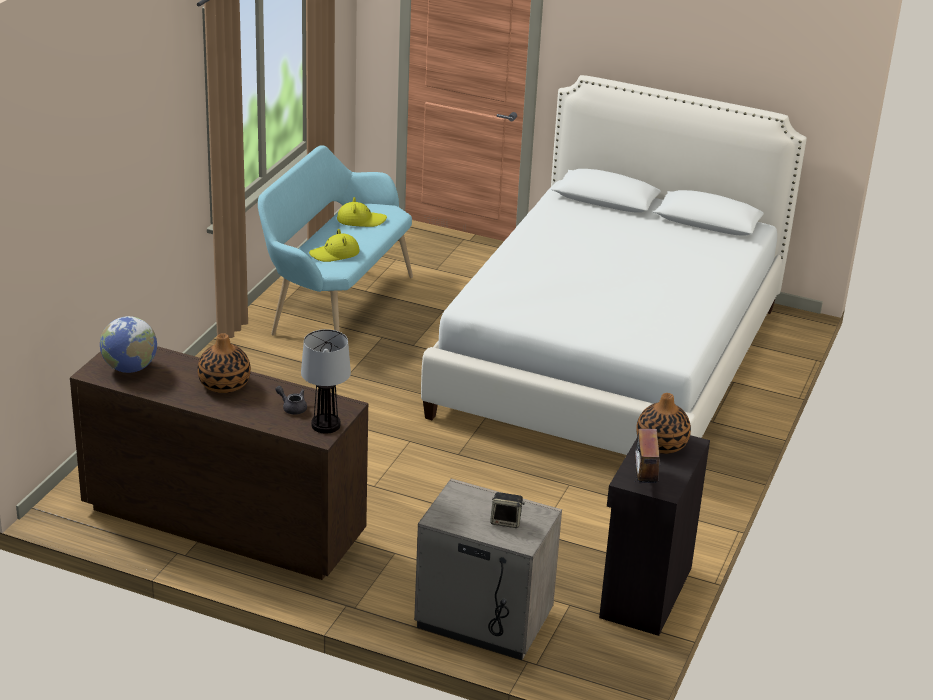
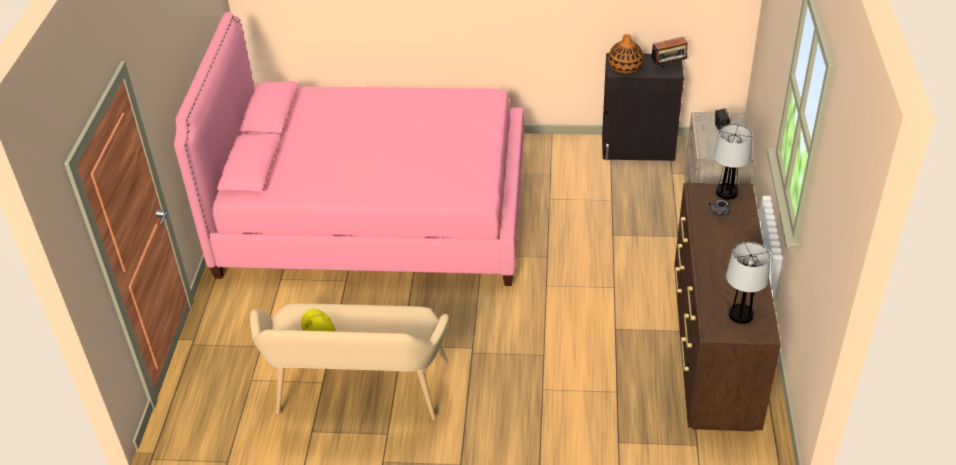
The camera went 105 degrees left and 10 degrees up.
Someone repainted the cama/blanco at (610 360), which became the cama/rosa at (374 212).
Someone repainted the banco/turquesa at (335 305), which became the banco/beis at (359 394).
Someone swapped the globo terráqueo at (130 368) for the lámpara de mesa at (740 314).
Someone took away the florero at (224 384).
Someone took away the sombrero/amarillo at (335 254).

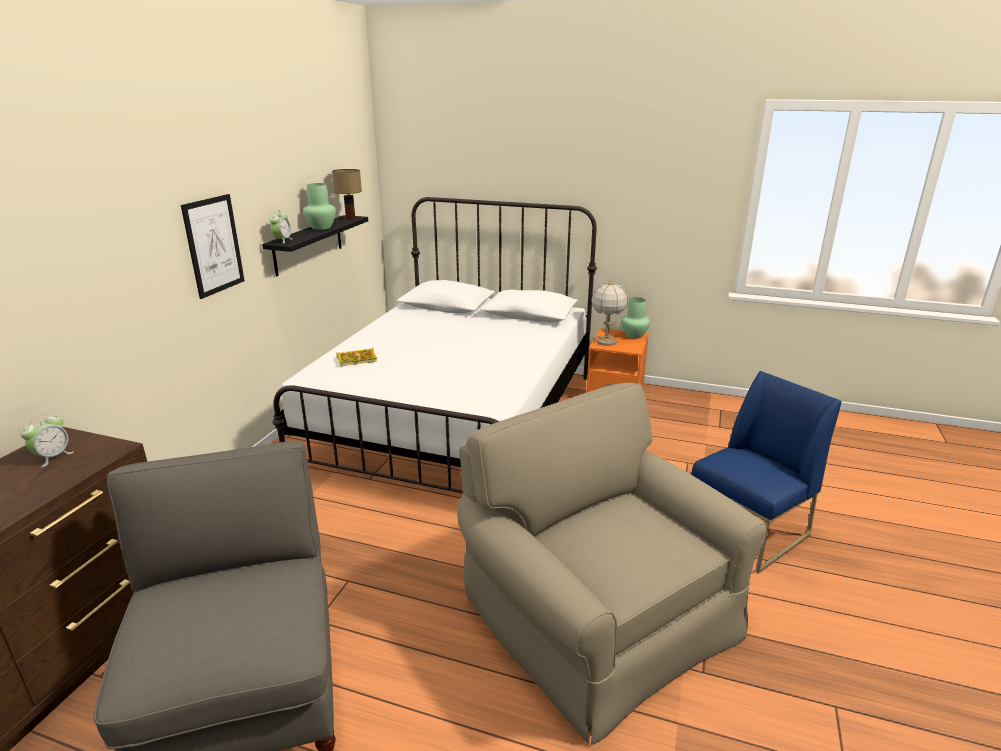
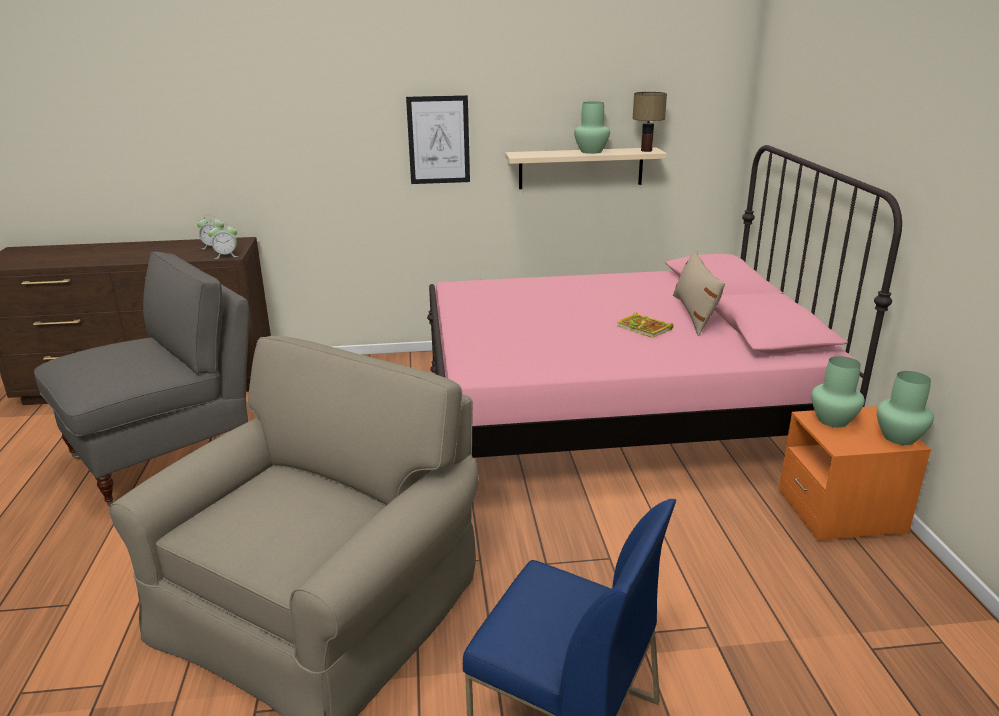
The camera went 65 degrees right and 0 degrees up.
Someone carried the despertador from (282 240) to (226 256).
Someone repainted the cama/blanco at (456 419), which became the cama/rosa at (614 417).
Someone repainted the estante/negro at (308 244), which became the estante/beis at (581 168).
Someone carried the libro from (358 359) to (645 328).
Someone put down the cojín/beis at (694 314).
Someone swapped the lámpara de mesa at (606 342) for the florero/verde at (834 420).

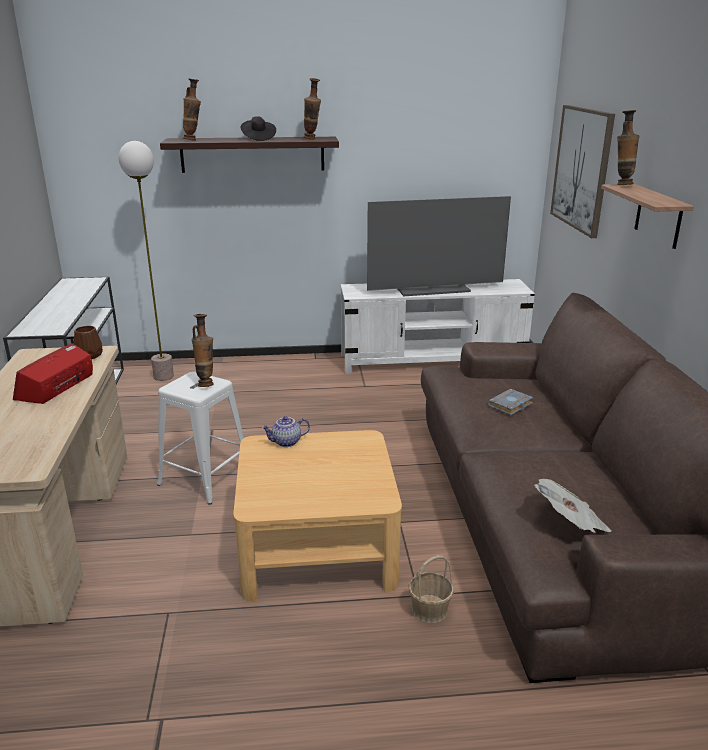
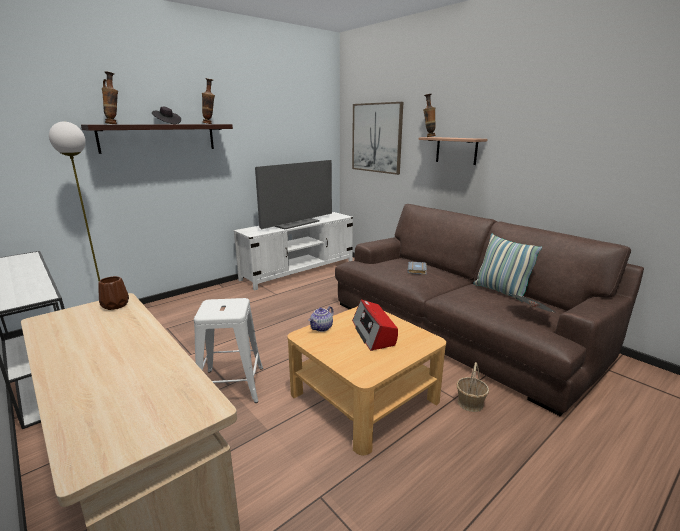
The camera went 35 degrees left and 5 degrees down.
Someone carried the radio from (56 387) to (374 333).
Someone put down the cojín at (500 291).
Someone took away the florero at (206 383).

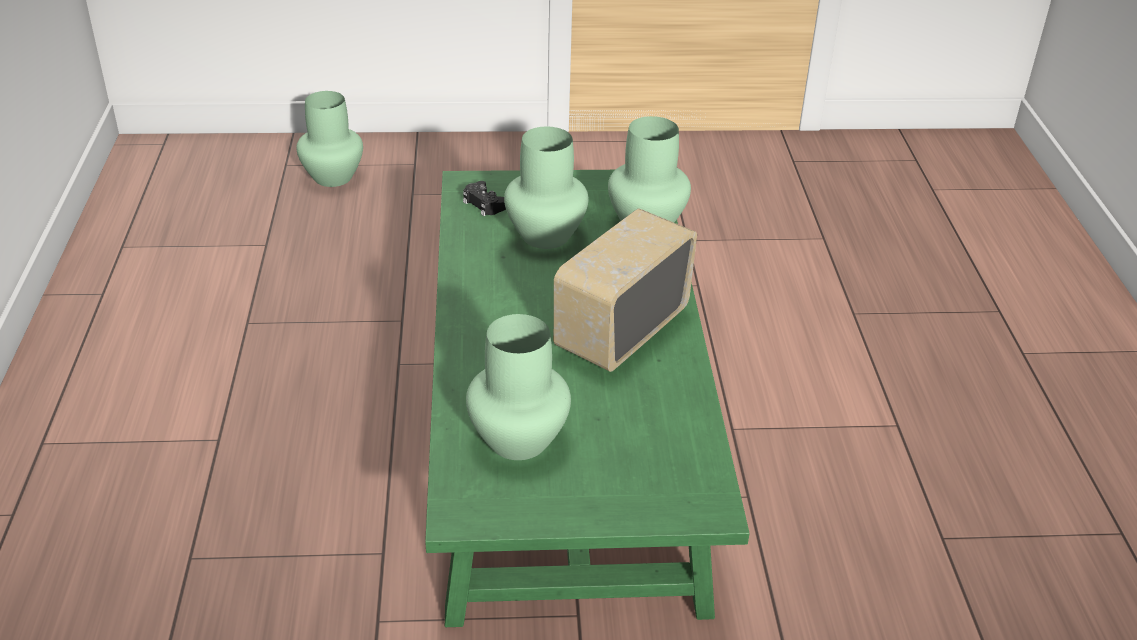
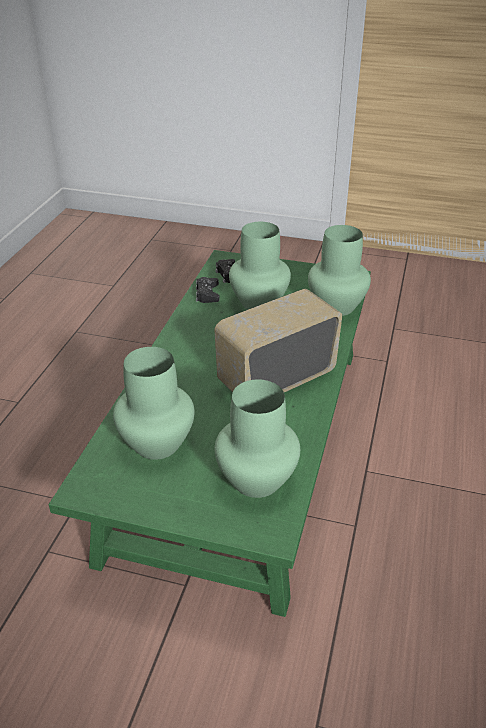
The camera went 20 degrees right and 0 degrees up.
Someone put down the mando de consola/negro at (207 294).
Someone carried the florero/verde from (333 176) to (257 479).

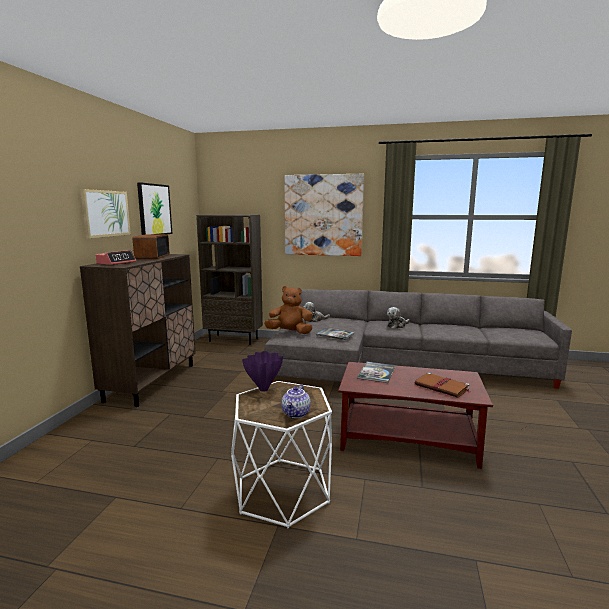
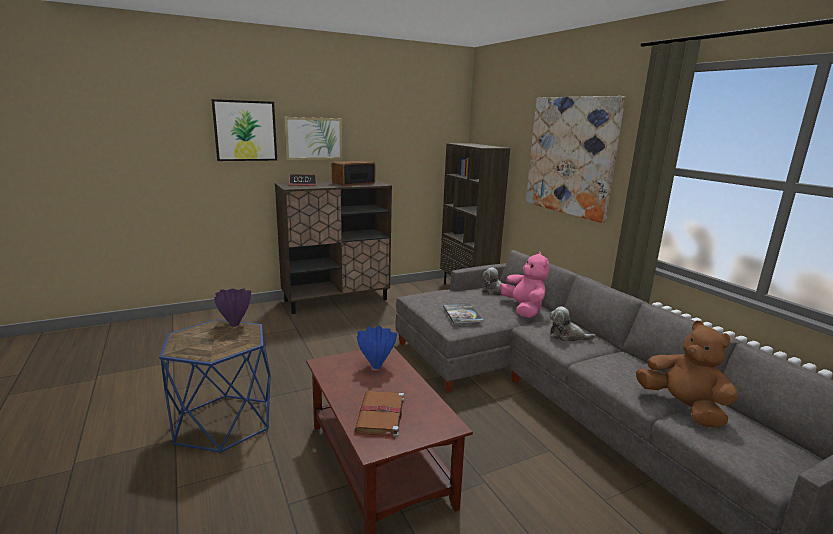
The camera went 50 degrees right and 5 degrees up.
Someone repainted the mesa auxiliar/blanco at (283 491), which became the mesa auxiliar/azul at (223 423).
Someone carried the cuadro from (154 209) to (245 131).
Someone swapped the libro at (376 372) for the florero/azul at (376 366).
Someone put down the peluche/rosa at (523 309).
Someone carried the peluche/marrón from (290 332) to (682 408).
Someone took away the tetera at (296 414).

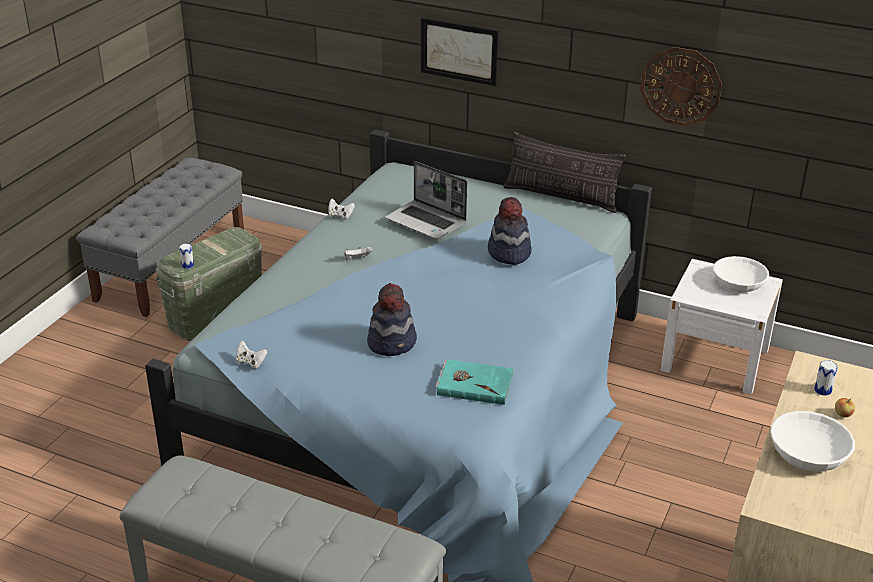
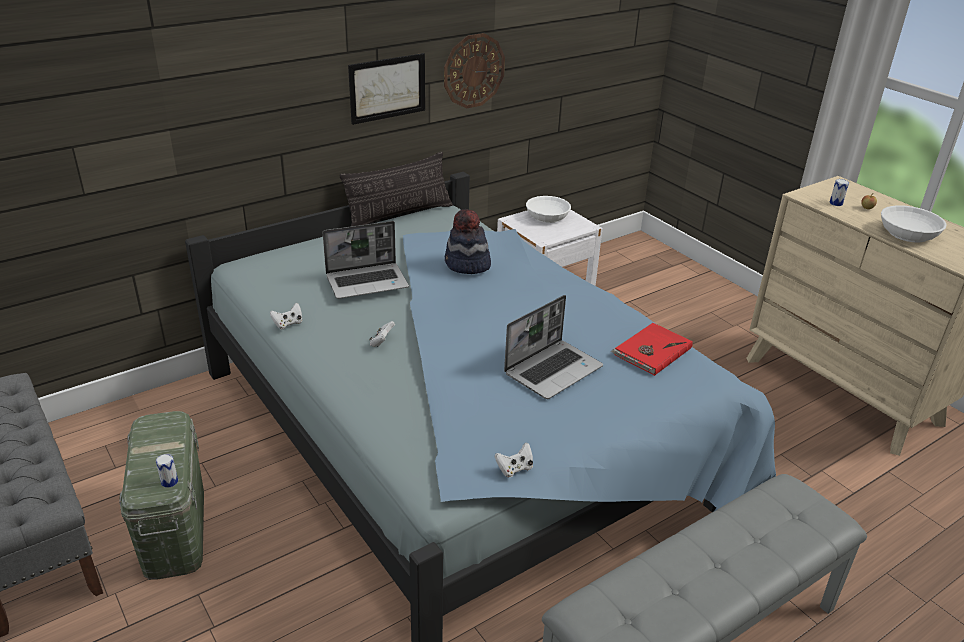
The camera went 60 degrees left and 0 degrees up.
Someone carried the cuadro from (459 51) to (387 88).
Someone swapped the sombrero at (392 342) for the portátil at (553 370).
Someone repainted the libro/turquesa at (474 384), which became the libro/rojo at (651 351).

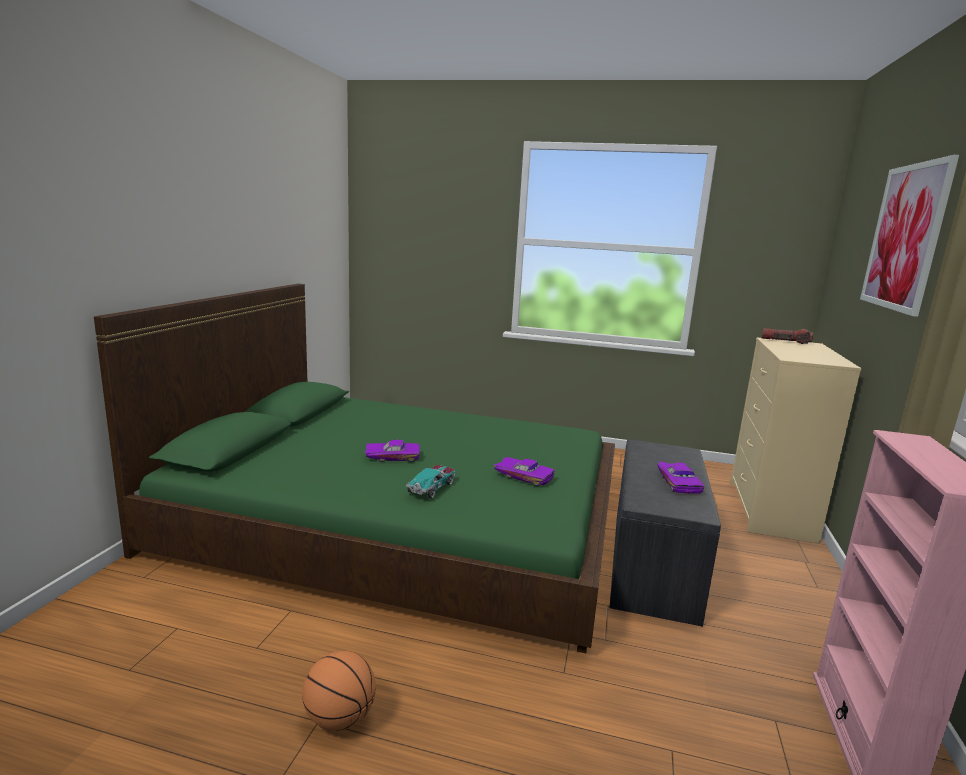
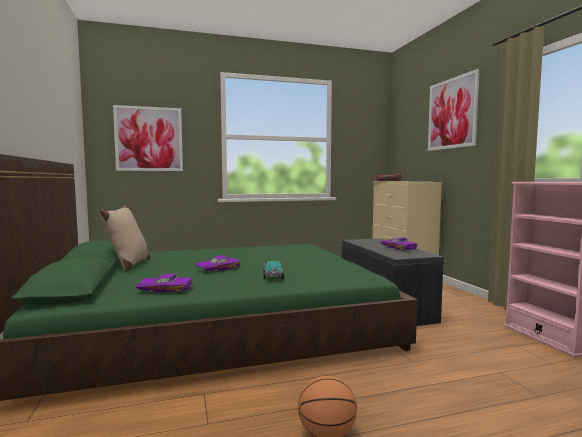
The camera went 30 degrees left and 10 degrees down.
Someone put down the cojín/beis at (128 265).
Someone put up the cuadro at (149 139).
Someone carried the coche de juguete/morado from (524 476) to (165 289).

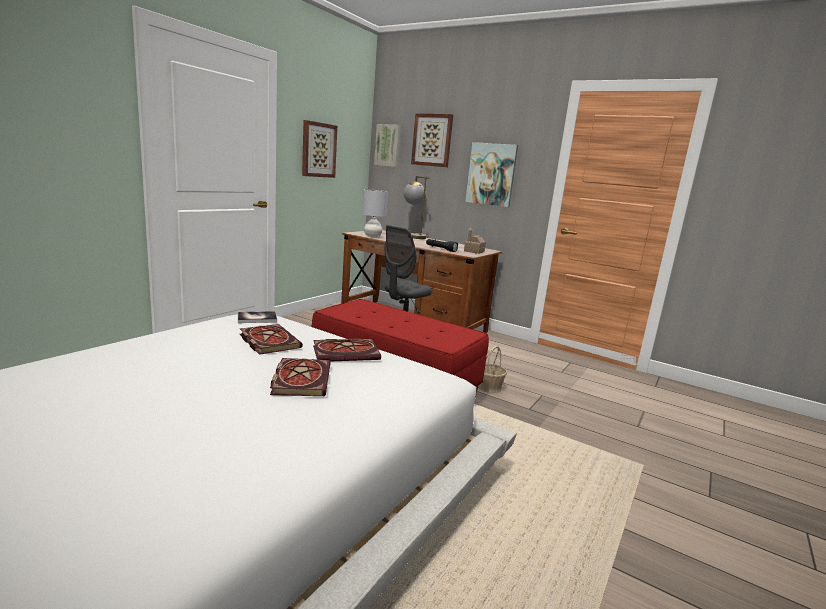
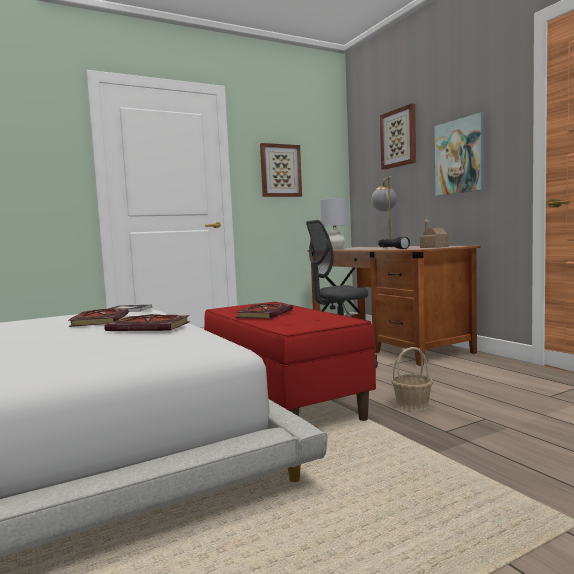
The camera went 30 degrees right and 10 degrees down.
Someone carried the libro from (300 379) to (264 314).
Someone took away the cuadro at (388 145).

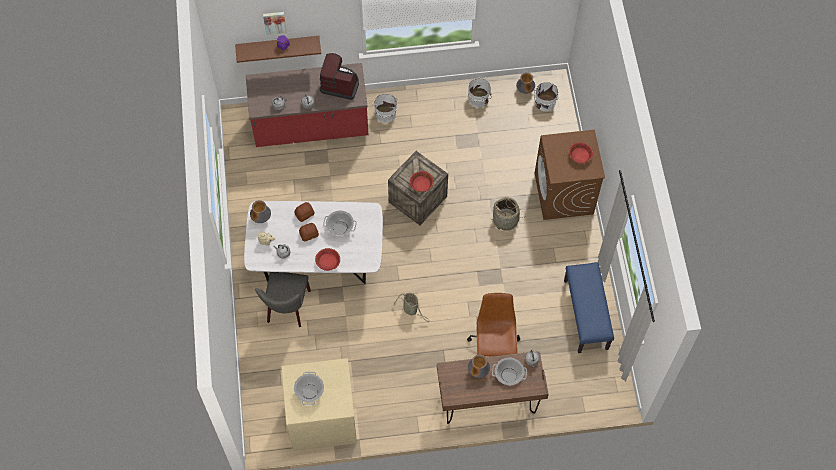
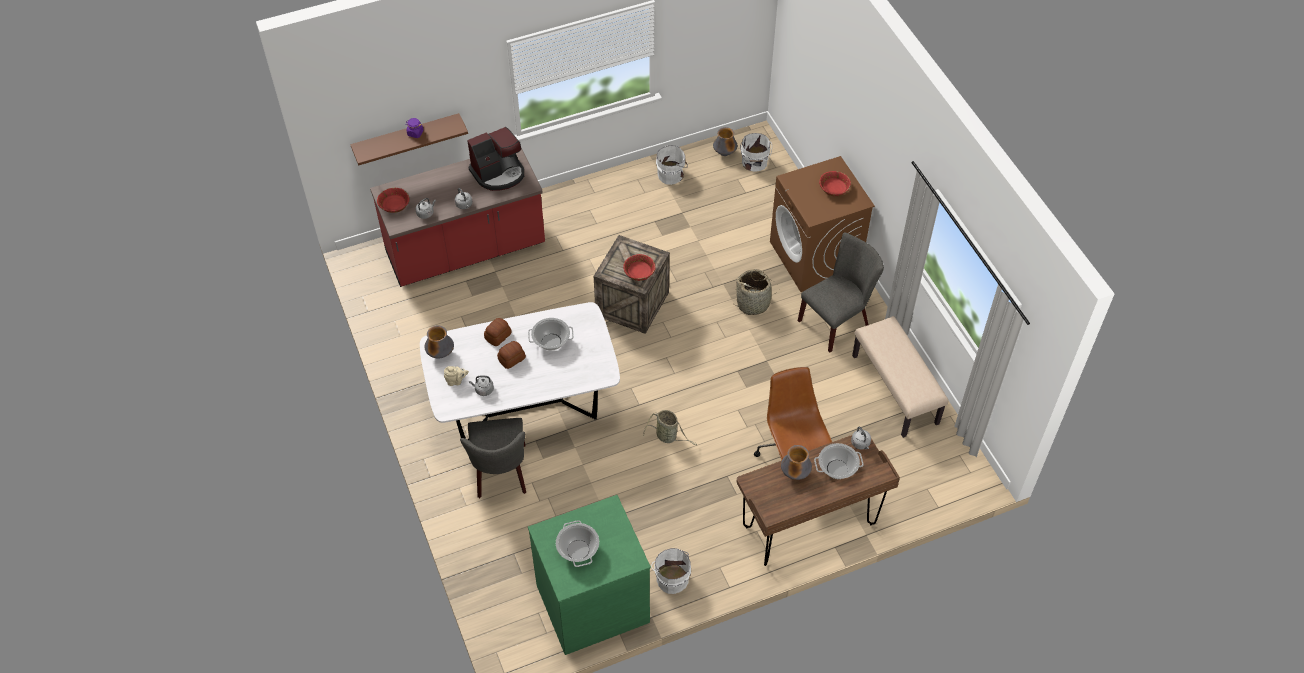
The camera went 15 degrees left and 10 degrees down.
Someone carried the cuenco/rojo from (328 262) to (394 205).
Someone rotated the cafetera at (340 84) by 150 degrees clockwise.
Someone repainted the cómoda/beis at (322 418), which became the cómoda/verde at (592 602).
Someone carried the cubo/blanco from (385 113) to (671 578).
Someone put down the silla/gris at (837 321).
Someone repainted the banco/azul at (586 314), which became the banco/beis at (895 389).
Someone took away the cuadro at (274 22).

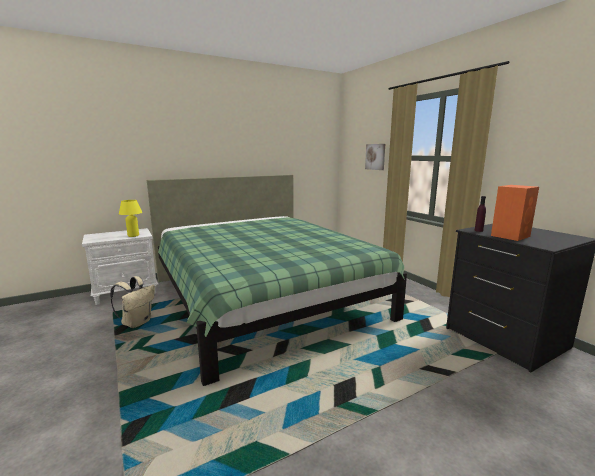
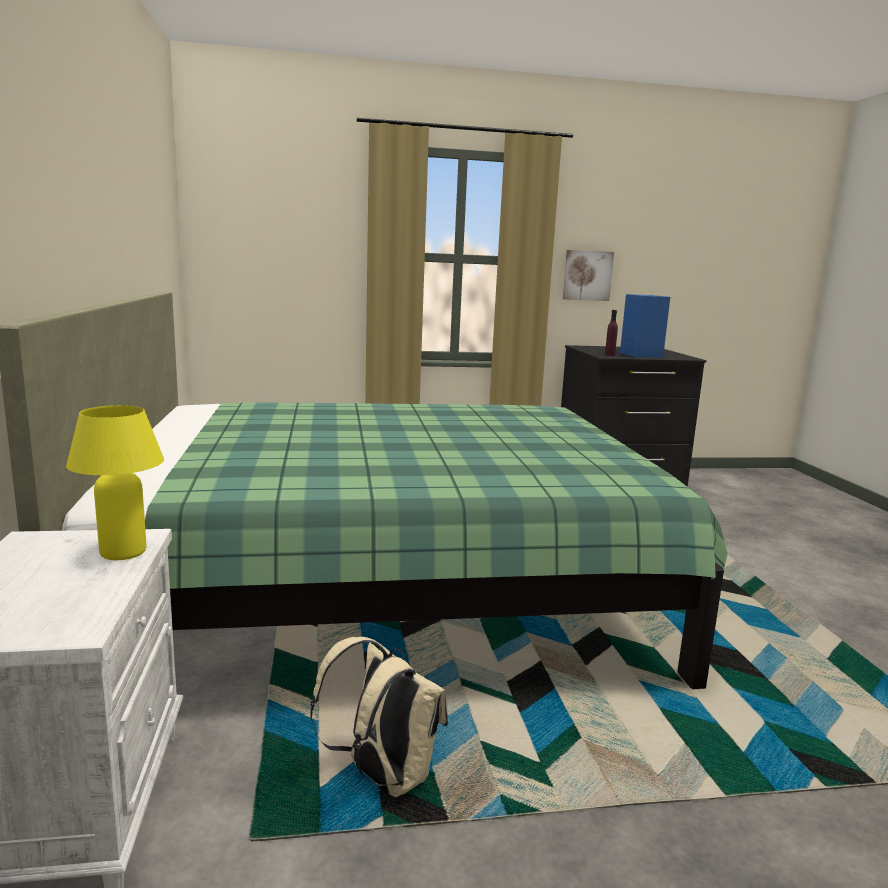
The camera went 70 degrees left and 0 degrees up.
Someone carried the cuadro from (375 156) to (587 275).
Someone repainted the altavoz/naranja at (510 236), which became the altavoz/azul at (640 355).

